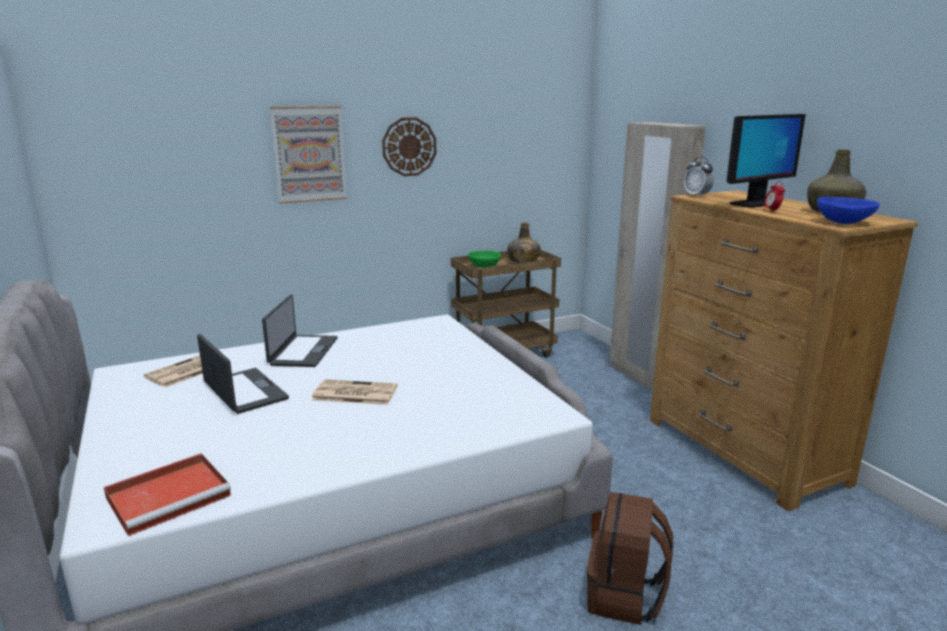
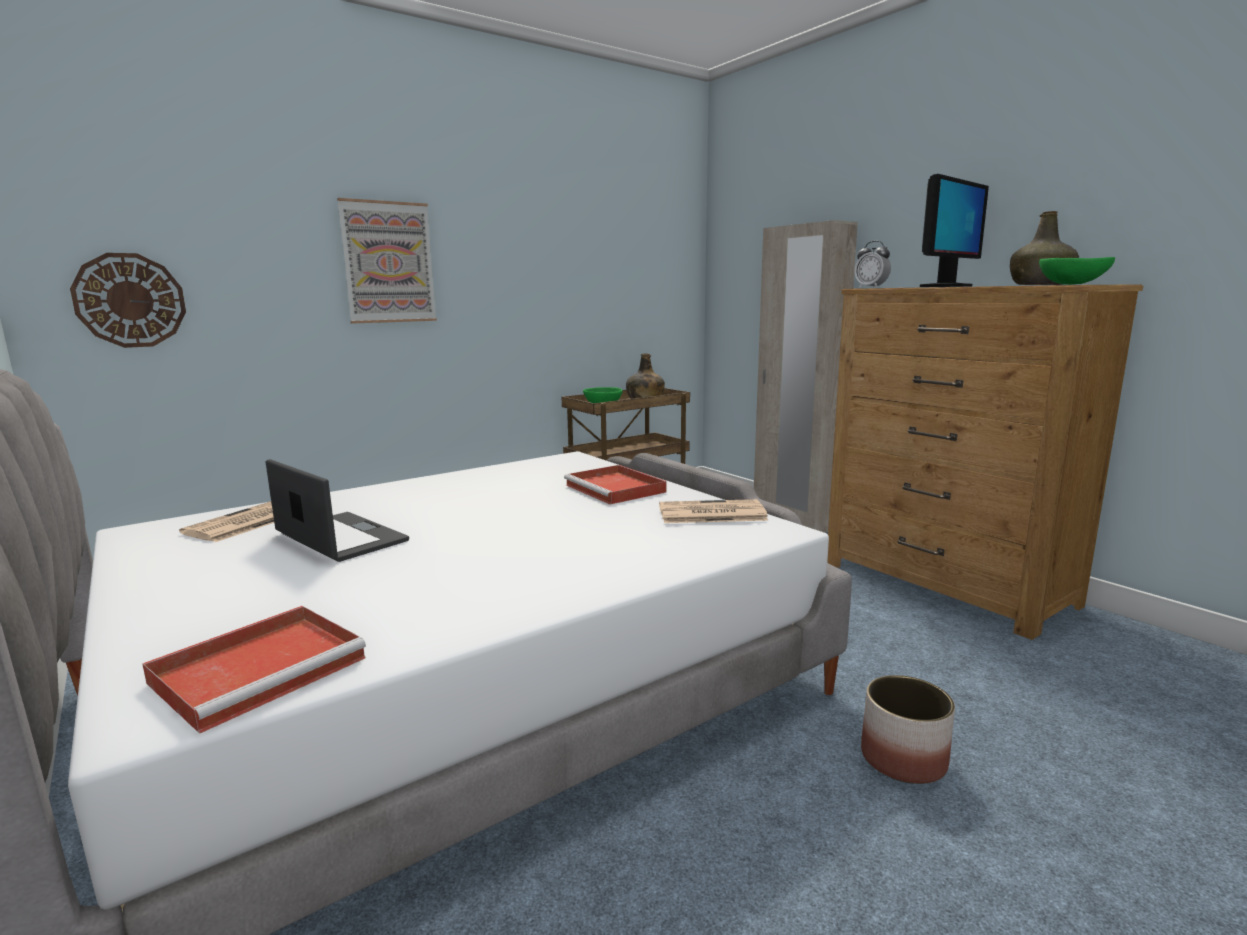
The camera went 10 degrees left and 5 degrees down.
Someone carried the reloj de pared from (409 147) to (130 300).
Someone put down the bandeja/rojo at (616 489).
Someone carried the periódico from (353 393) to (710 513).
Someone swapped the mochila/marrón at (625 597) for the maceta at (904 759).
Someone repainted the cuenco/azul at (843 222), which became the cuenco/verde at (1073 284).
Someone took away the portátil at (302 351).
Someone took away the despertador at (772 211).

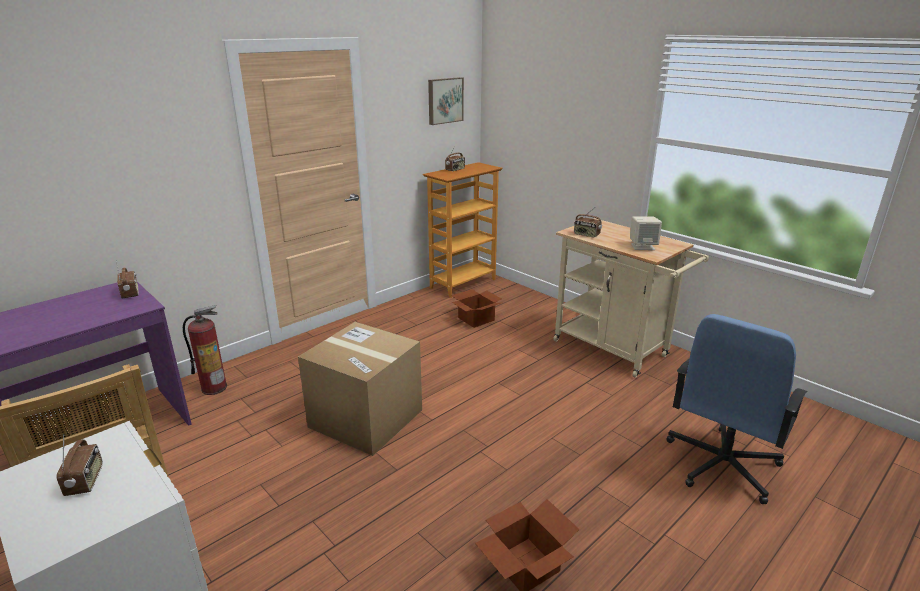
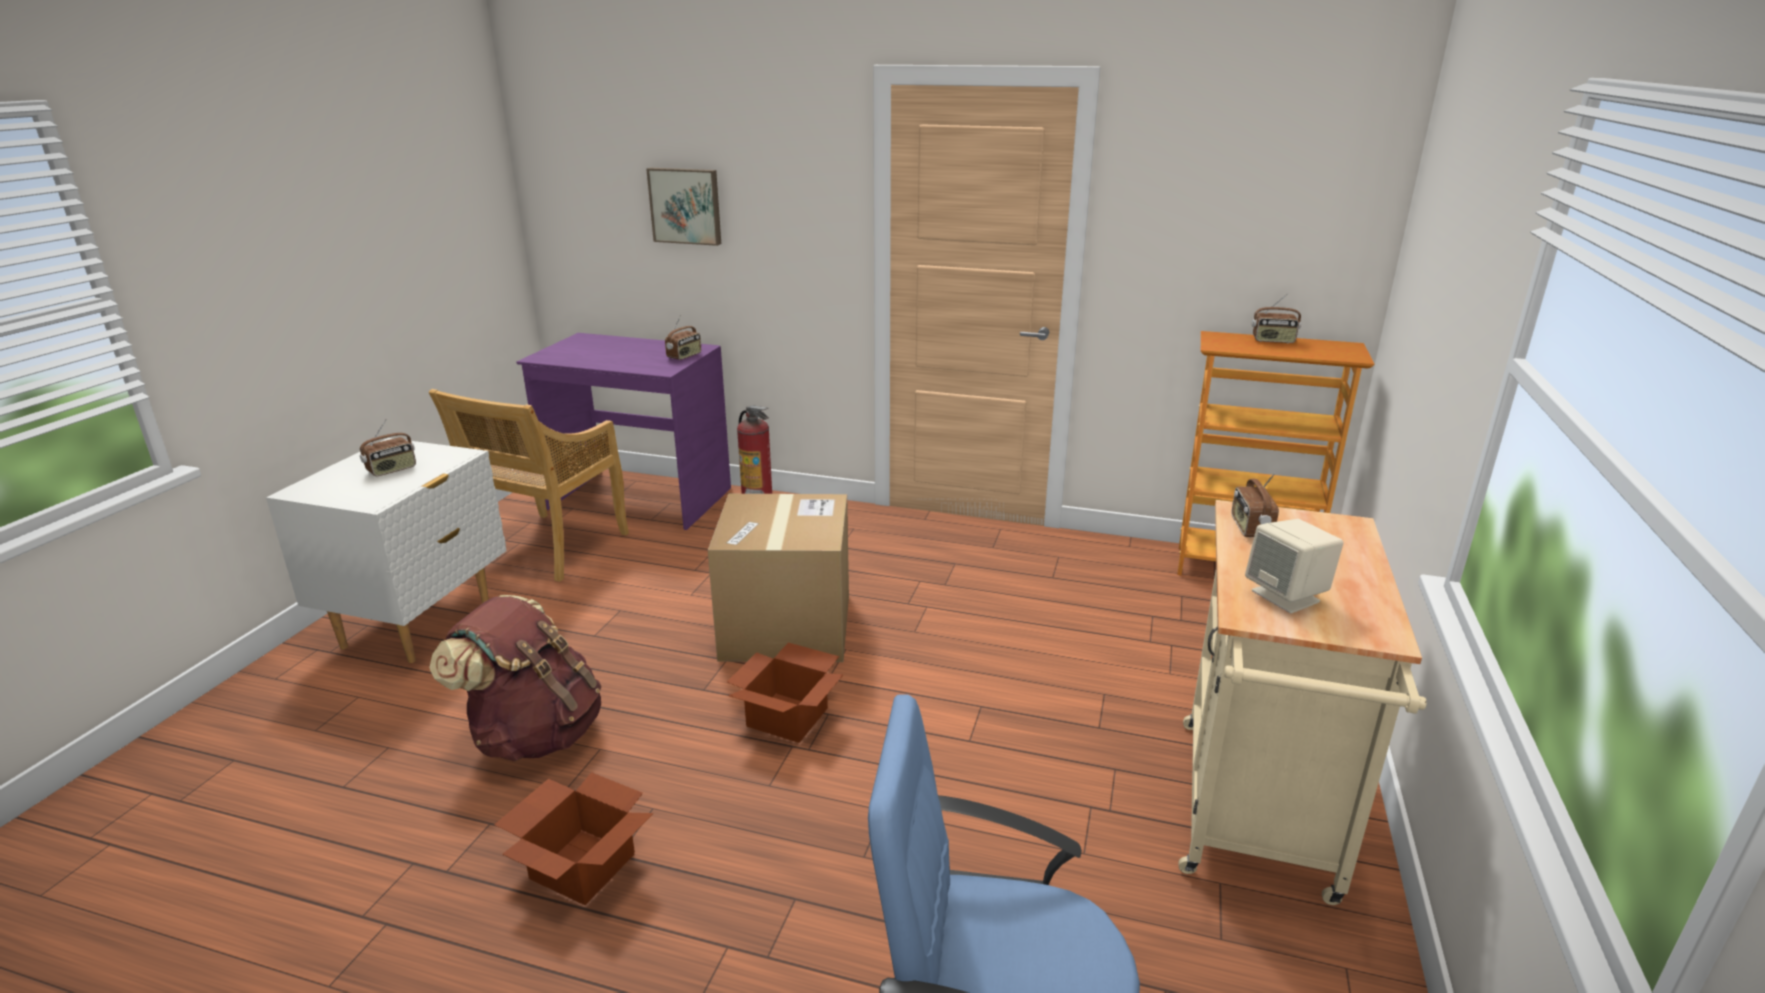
The camera went 60 degrees right and 0 degrees up.
Someone put down the mochila/marrón at (534 734).
Someone carried the cuadro from (444 100) to (686 206).
Someone carried the caja de cartón from (476 318) to (789 716).

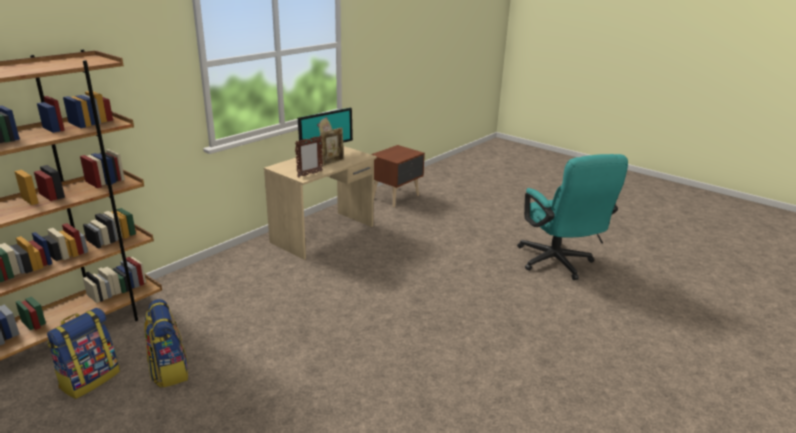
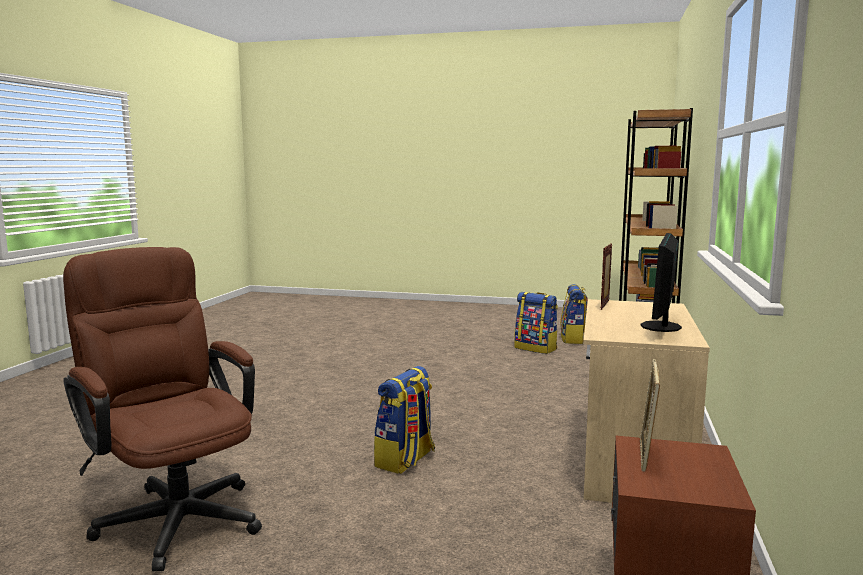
The camera went 155 degrees right and 15 degrees down.
Someone repainted the silla de oficina/turquesa at (557 264), which became the silla de oficina/marrón at (174 514).
Someone put down the mochila at (405 460).
Someone carried the portarretratos from (332 162) to (646 456).

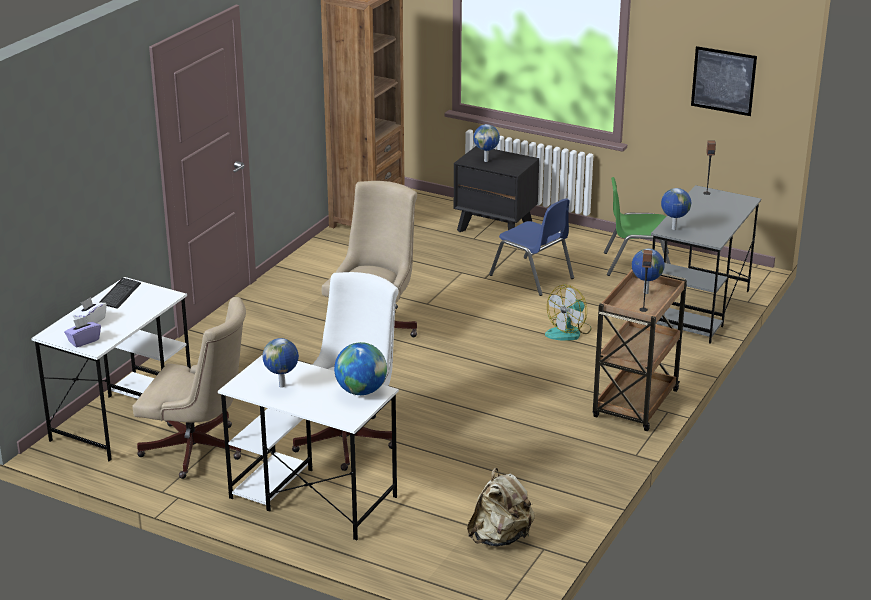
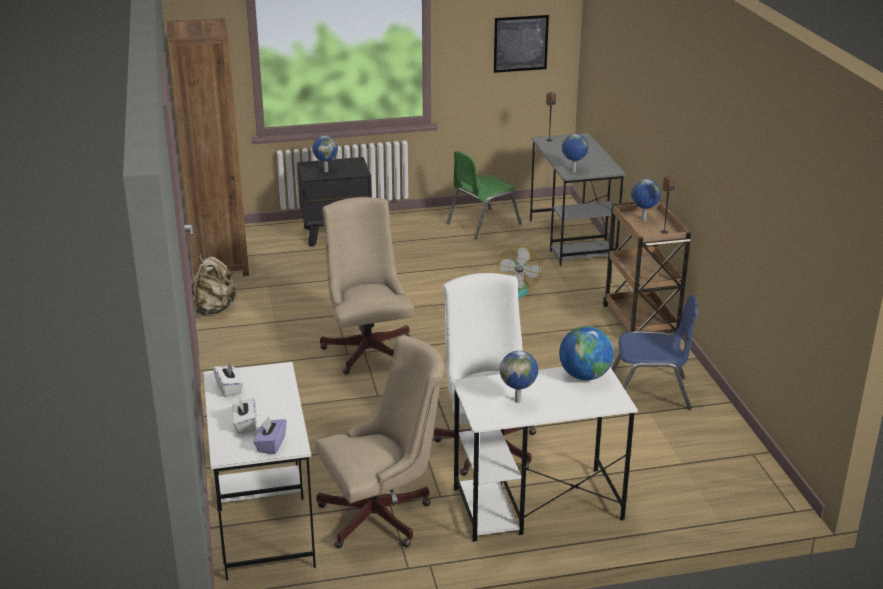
The camera went 40 degrees left and 0 degrees up.
Someone carried the mochila/beis from (500 538) to (214 309).
Someone swapped the teclado at (120 294) for the caja de pañuelos/blanco at (229 388).
Someone carried the silla/azul from (532 277) to (650 392).

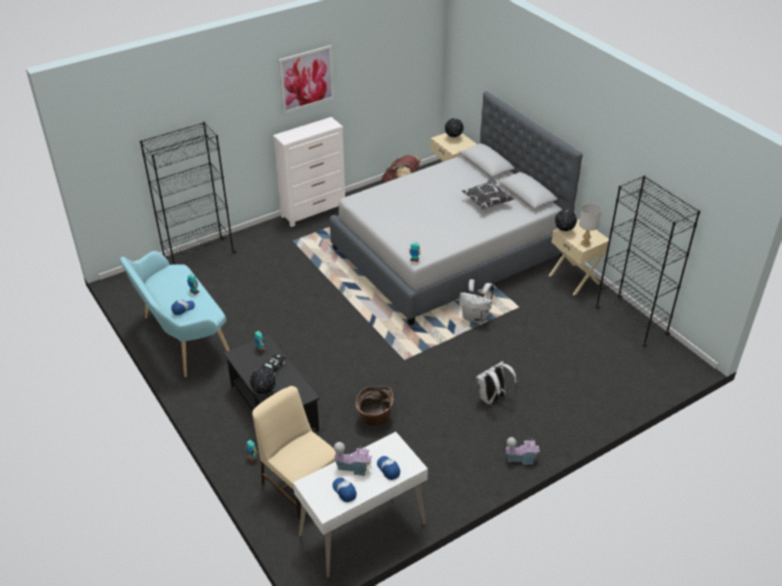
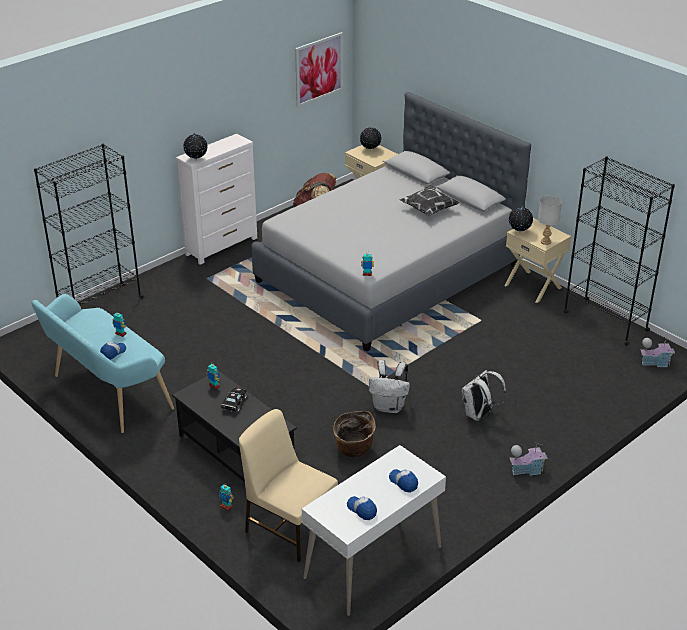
The camera went 10 degrees left and 5 degrees down.
Someone carried the globo terráqueo from (264 393) to (196 160).
Someone carried the cuadro from (306 79) to (319 69).
Someone carried the mochila/blanco from (475 317) to (389 407).
Someone carried the casita from (353 468) to (655 362).

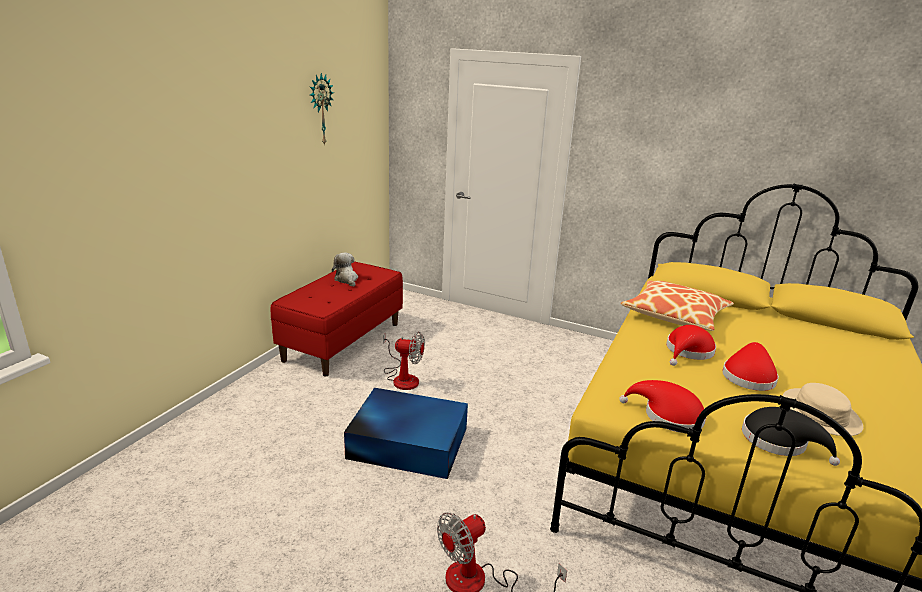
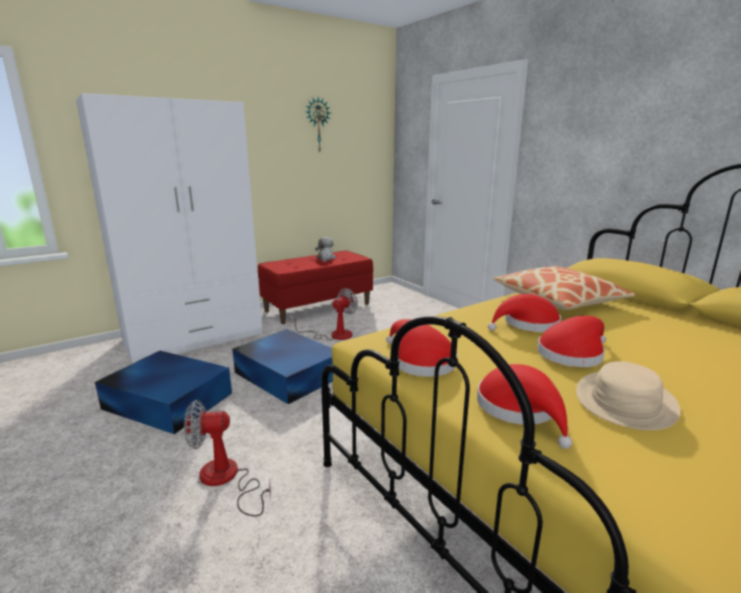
The camera went 30 degrees right and 5 degrees down.
Someone put down the armario ropero/blanco at (194 337).
Someone put down the caja de almacenaje/azul at (167 400).
Someone rotated the ventilador at (402 377) by 90 degrees counterclockwise.
Someone repainted the sombrero/negro at (779 441), which became the sombrero/rojo at (520 409).

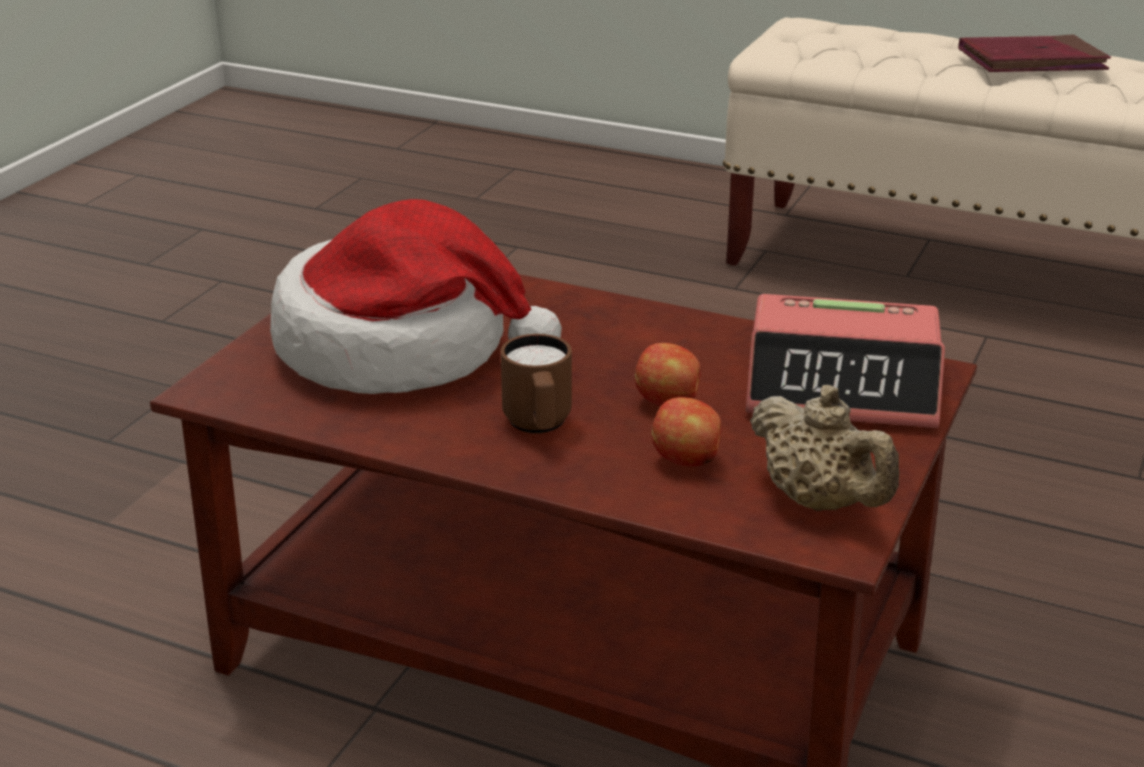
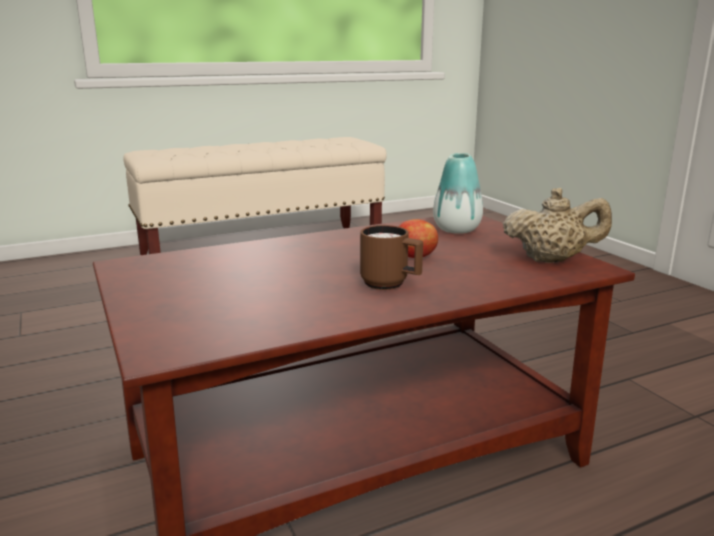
The camera went 50 degrees left and 10 degrees down.
Someone swapped the despertador at (843 386) for the florero at (456 230).
Someone took away the sombrero at (400 347).
Someone took away the manzana at (687 460).
Someone took away the libro/rojo at (1031 62).

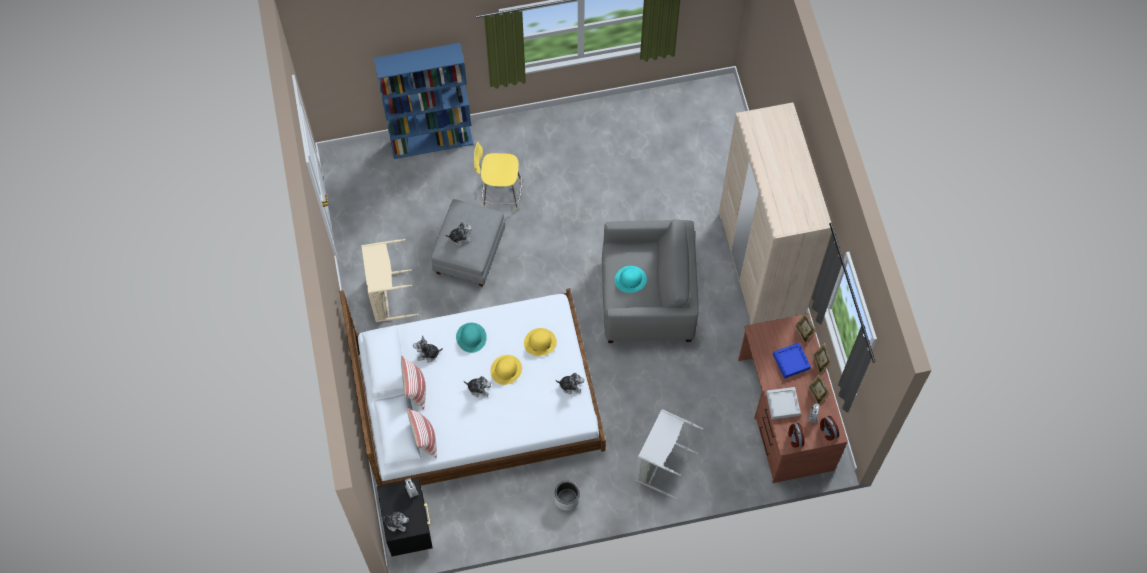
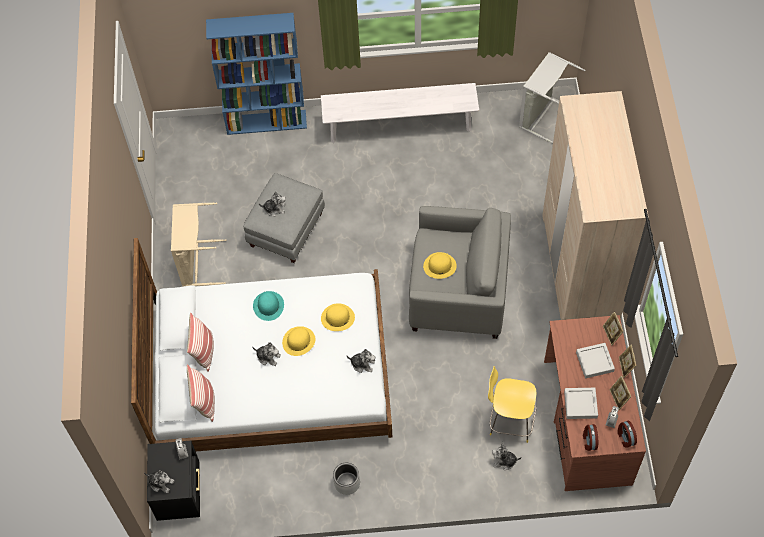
The camera went 10 degrees right and 5 degrees down.
Someone put down the banco/blanco at (400 126).
Someone repainted the sombrero/turquesa at (630 279), which became the sombrero/amarillo at (440 266).
Someone carried the taburete/amarillo from (500 193) to (509 421).
Someone carried the peluche from (427 354) to (504 461).
Someone carried the cesto de la ropa/gris from (660 463) to (543 116).
Someone repainted the bandeja/azul at (791 361), which became the bandeja/gris at (594 362).

